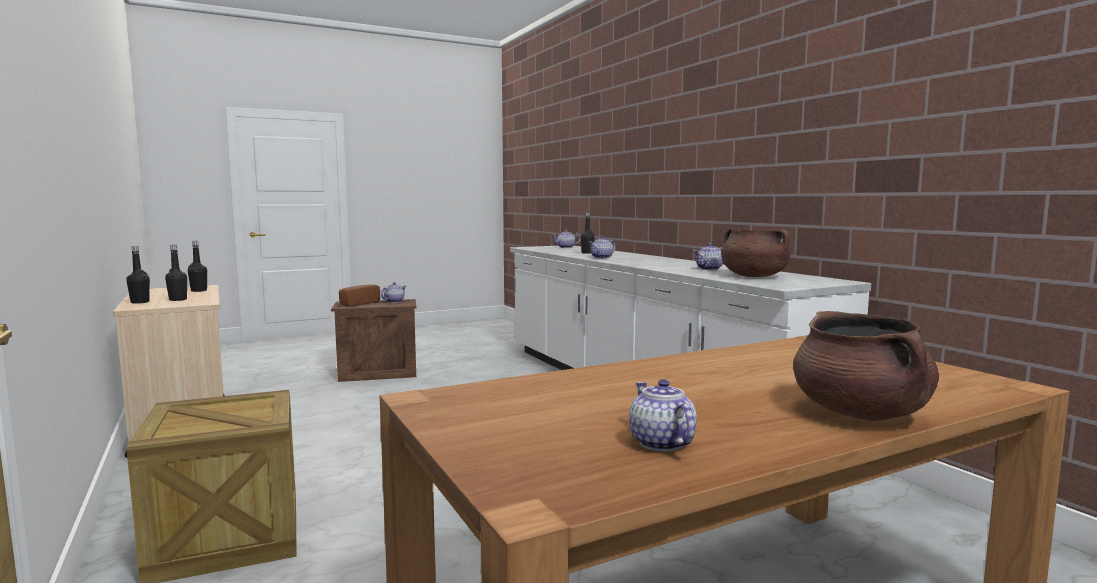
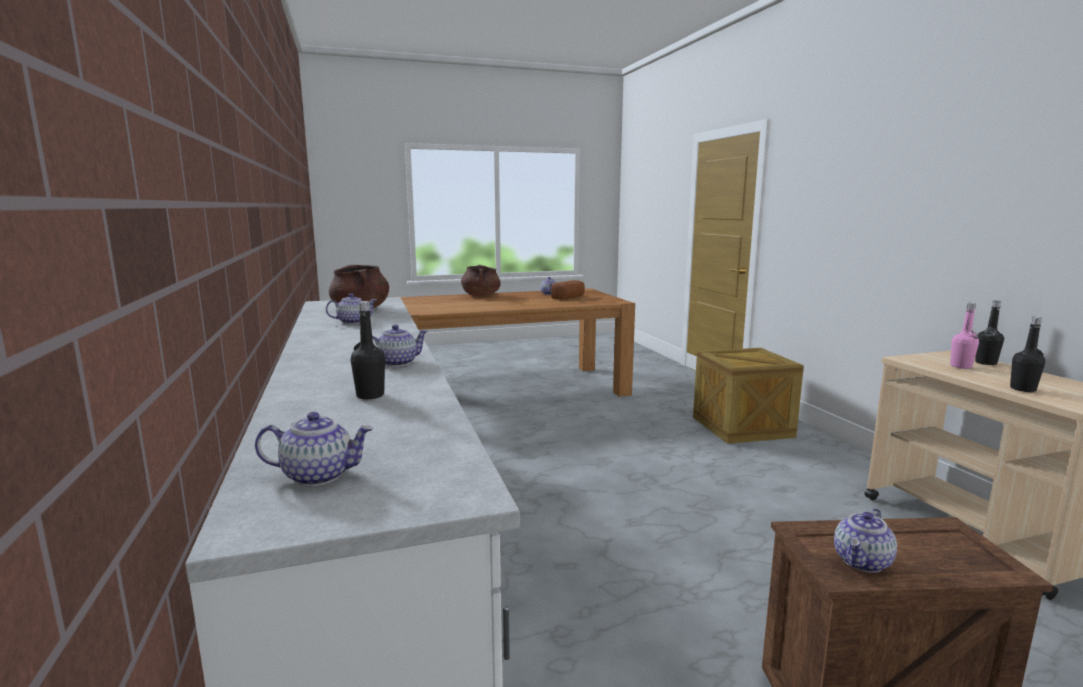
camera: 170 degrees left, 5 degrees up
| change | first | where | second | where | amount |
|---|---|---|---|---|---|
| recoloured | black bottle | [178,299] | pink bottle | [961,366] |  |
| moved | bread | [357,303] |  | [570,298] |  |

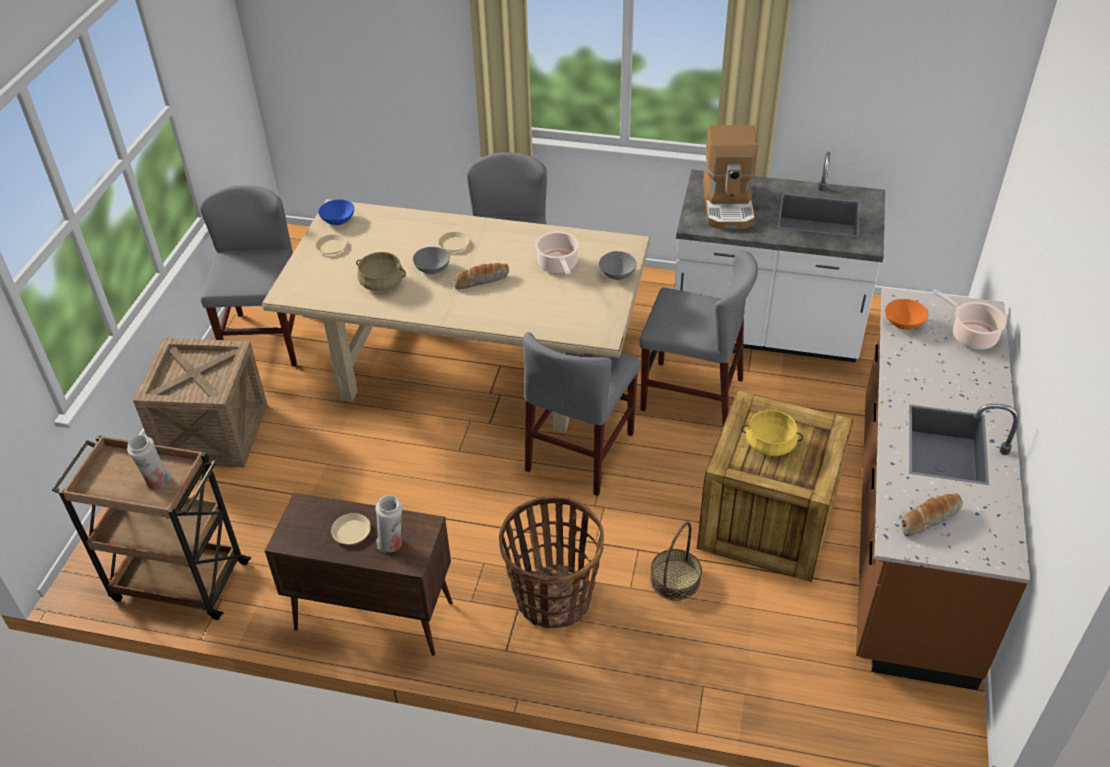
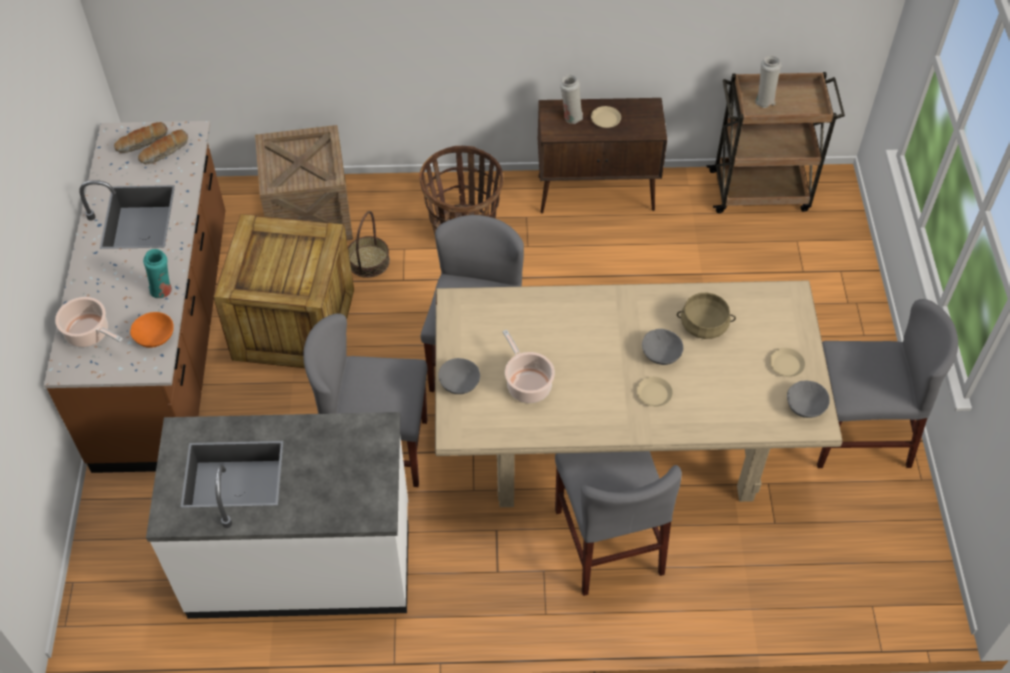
camera: 165 degrees right, 10 degrees up
| change | first | where | second | where | amount |
|---|---|---|---|---|---|
| removed | coffee machine | [729,205] |  |  |  |
| turned | grey chair | [267,339] |  | [857,434] | 75 degrees counterclockwise |
| recoloured | blue bowl | [337,220] | grey bowl | [806,406] |  |
| moved | bread | [481,280] |  | [142,143] |  |
| moved | crate | [213,433] |  | [309,214] |  |
| removed | yellow cooking pot | [770,444] |  |  |  |
| added |  |  | turquoise vase | [163,291] |  |

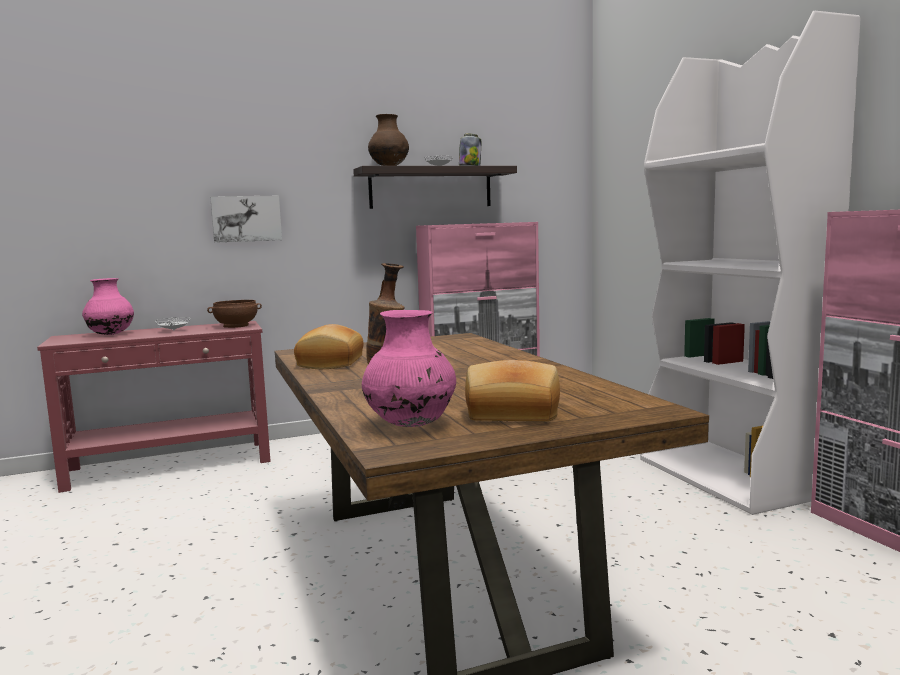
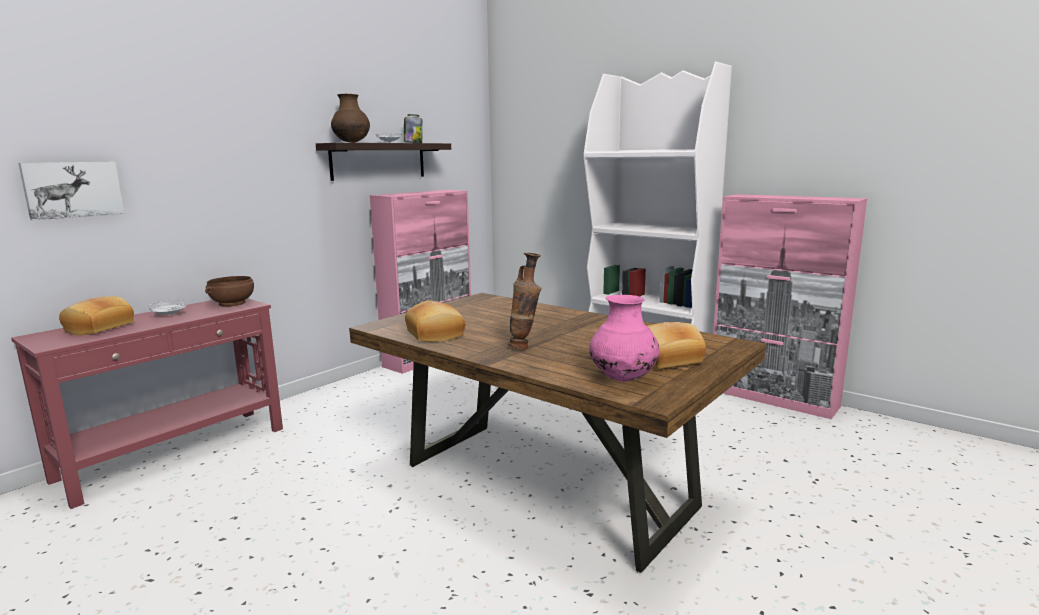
camera: 30 degrees left, 5 degrees up
| change | first | where | second | where | amount |
|---|---|---|---|---|---|
| moved | picture | [246,218] |  | [73,189] |  |
| replaced | pink vase | [111,334] | bread | [98,328] |  |

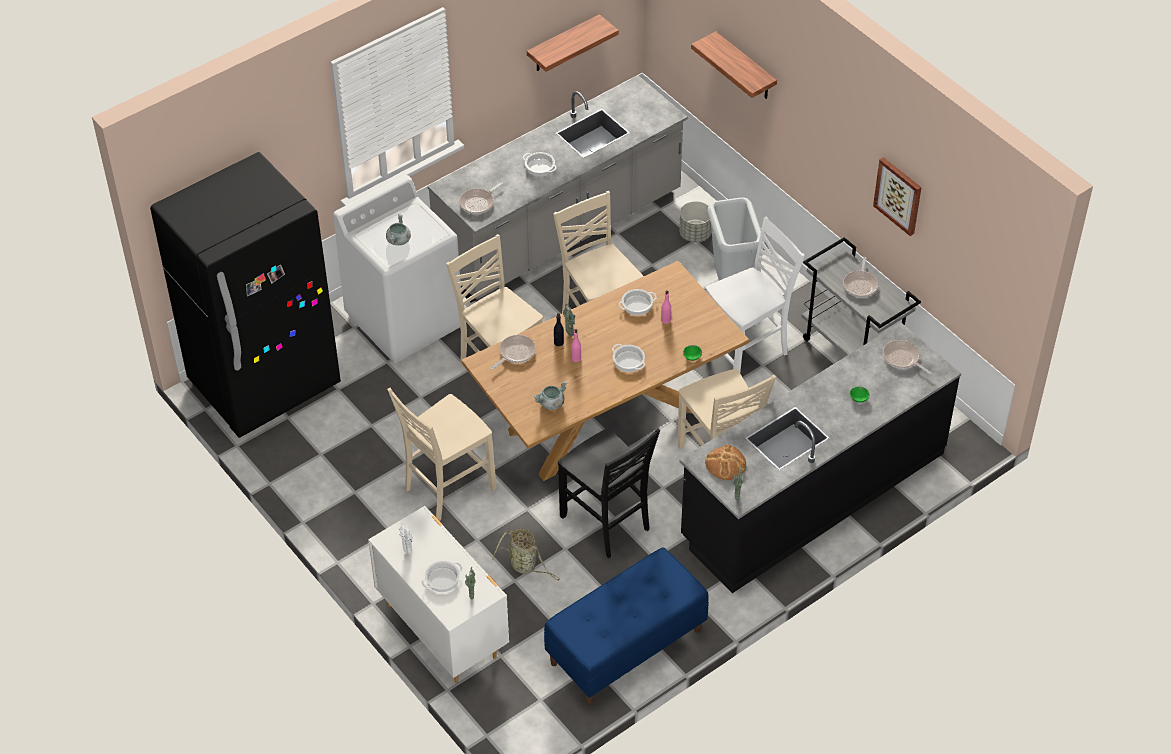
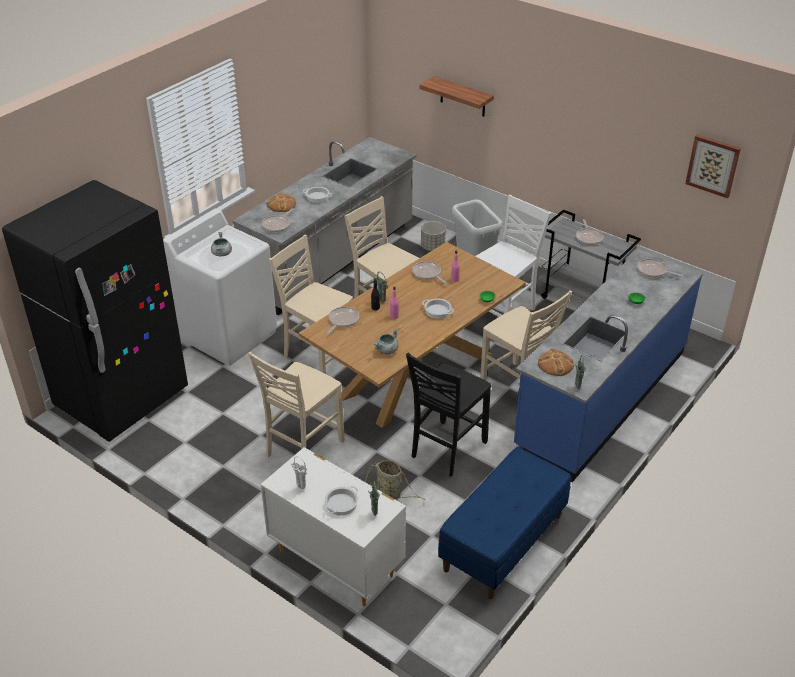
camera: 15 degrees left, 10 degrees down
| change | first | where | second | where | amount |
|---|---|---|---|---|---|
| removed | shelf | [563,44] |  |  |  |
| moved | picture | [898,195] |  | [713,165] |  |
| replaced | cooking pot | [637,305] | frying pan | [427,274] |  |
| recoloured | black counter | [812,495] | blue counter | [600,398] |  |
| turned | black chair | [606,523] |  | [446,449] | 90 degrees clockwise |
| added |  |  | bread | [281,204] |  |

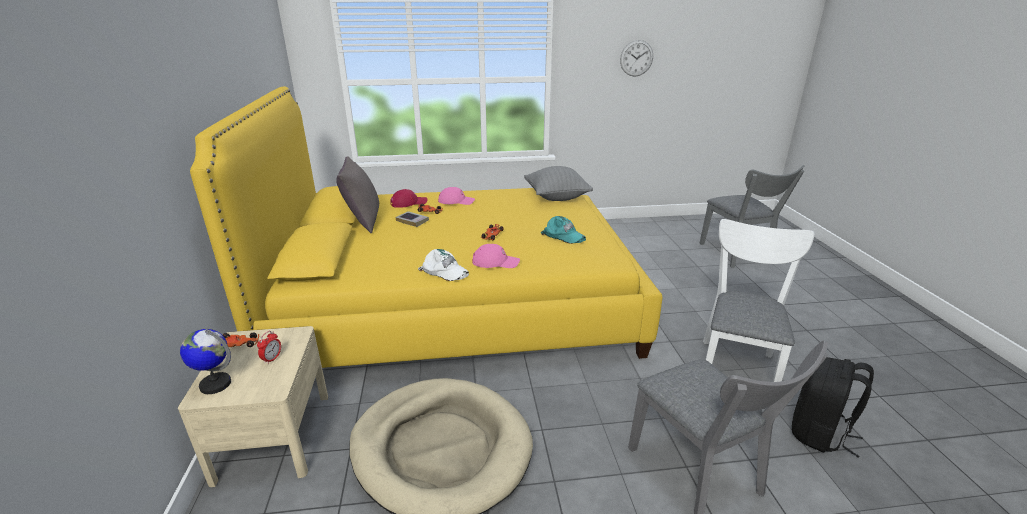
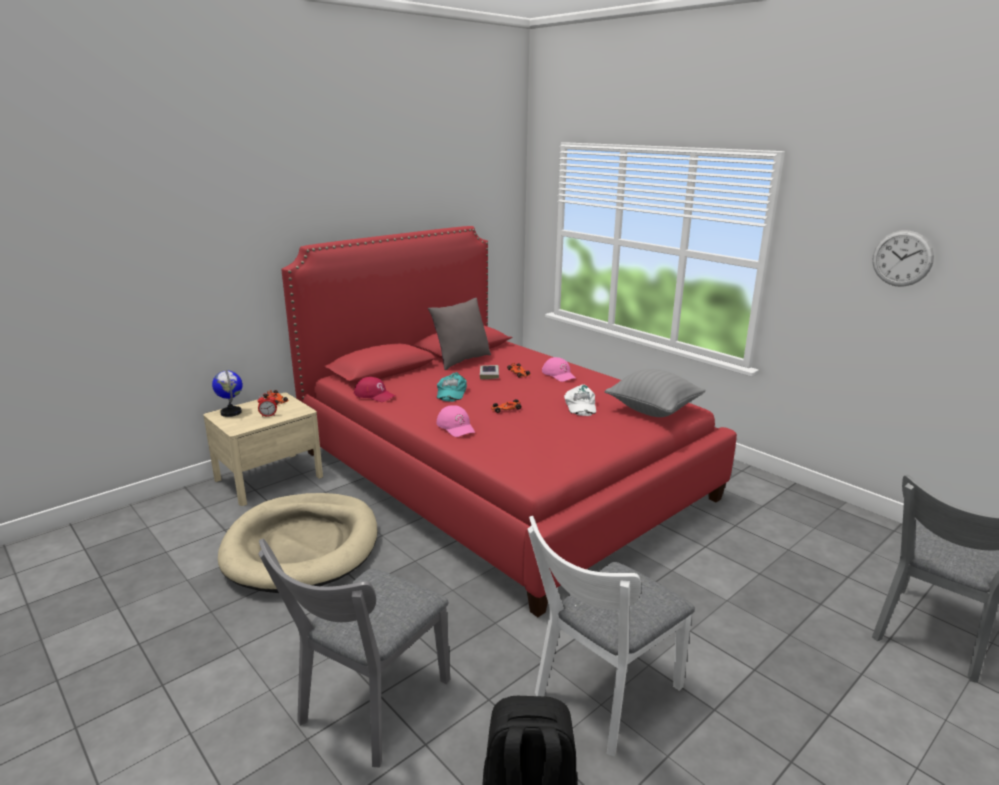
camera: 55 degrees right, 5 degrees down
| change | first | where | second | where | amount |
|---|---|---|---|---|---|
| recoloured | yellow bed | [456,302] | red bed | [500,474] |  |
| moved | red cap | [408,203] |  | [375,395] |  |
| moved | turquoise cap | [563,235] |  | [450,392] |  |
| turned | white chair | [736,366] |  | [602,697] | 150 degrees clockwise |
| moved | white cap | [444,271] |  | [580,406] |  |

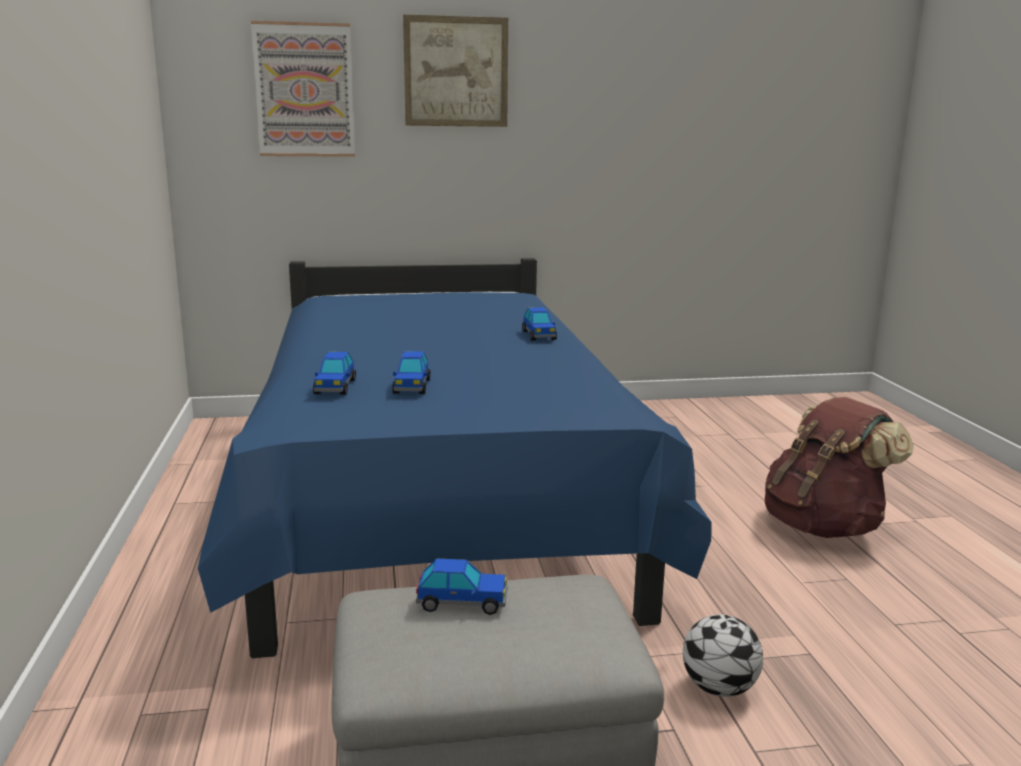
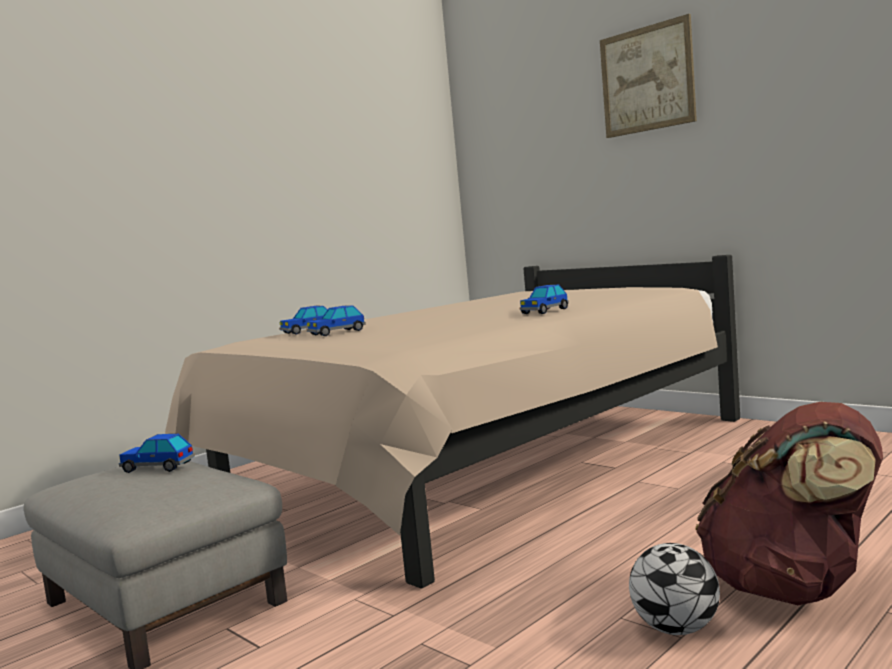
camera: 55 degrees right, 10 degrees down
| change | first | where | second | where | amount |
|---|---|---|---|---|---|
| removed | picture | [304,90] |  |  |  |
| recoloured | blue bed | [435,503] | beige bed | [488,467] |  |
| turned | toy car | [462,602] |  | [158,467] | 135 degrees clockwise |
| moved | football | [719,689] |  | [676,629] |  |

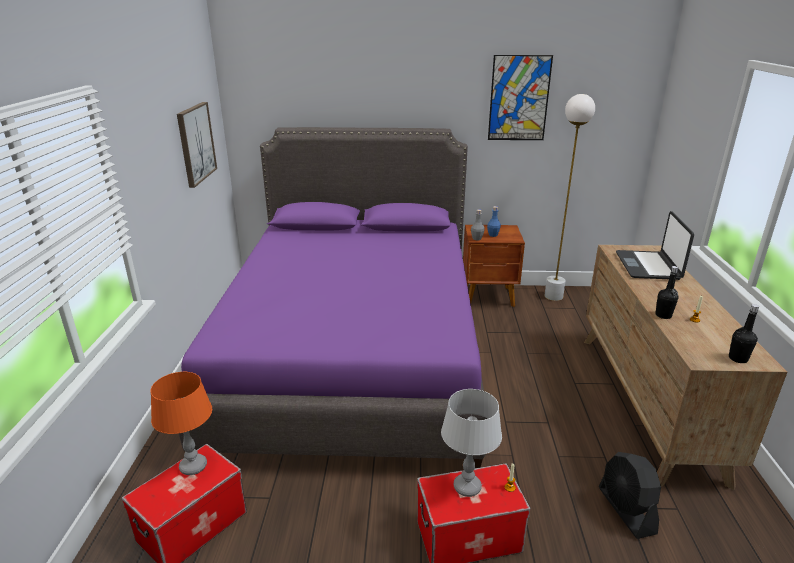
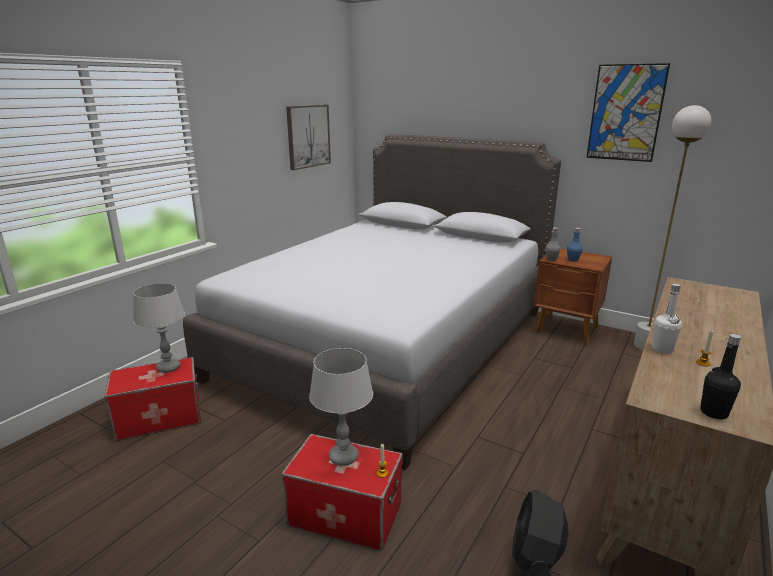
camera: 30 degrees right, 5 degrees down
| change | first | where | second | where | amount |
|---|---|---|---|---|---|
| recoloured | purple bed | [354,355] | grey bed | [388,343] |  |
| removed | laptop | [648,266] |  |  |  |
| recoloured | black bottle | [663,315] | white bottle | [662,349] |  |
| recoloured | orange table lamp | [193,466] | grey table lamp | [168,368] |  |

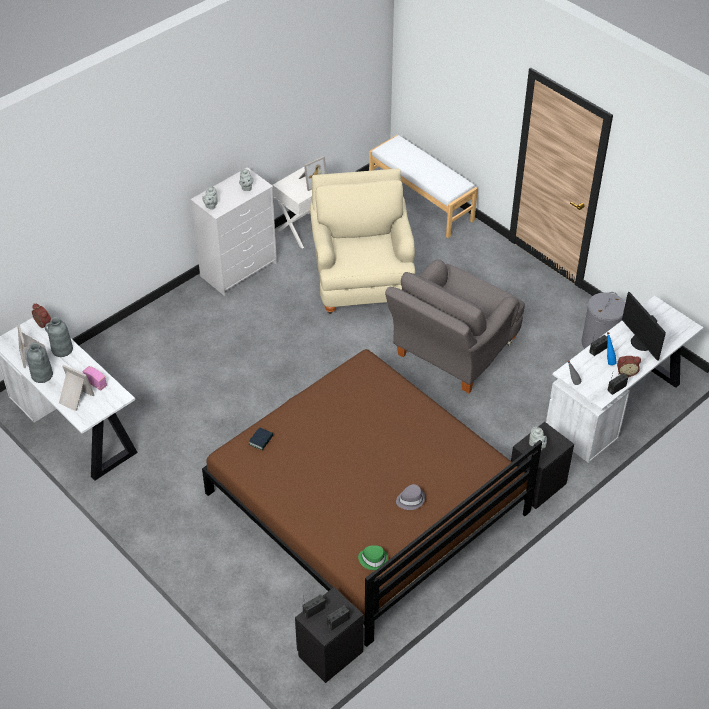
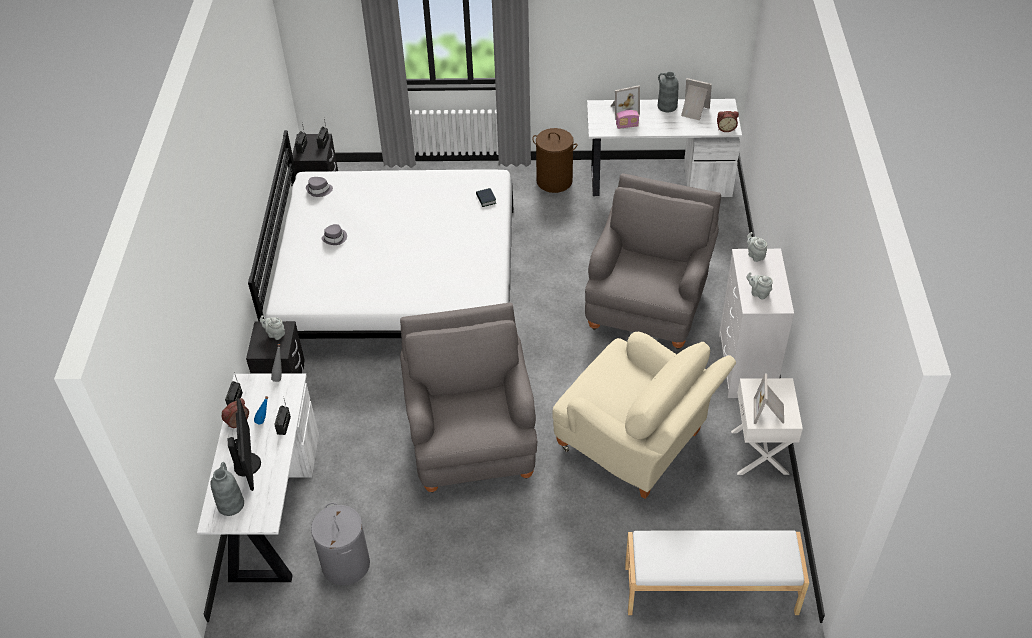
camera: 135 degrees right, 0 degrees up
| change | first | where | second | where | amount |
|---|---|---|---|---|---|
| turned | monitor | [641,343] |  | [248,464] | 60 degrees clockwise |
| moved | grey vase | [62,350] |  | [230,504] |  |
| recoloured | brown bed | [367,503] | white bed | [398,279] |  |
| recoloured | green hat | [373,559] | grey hat | [319,190] |  |
| added |  |  | brown laundry basket | [554,181] |  |
| added |  |  | grey armchair | [648,304] |  |

